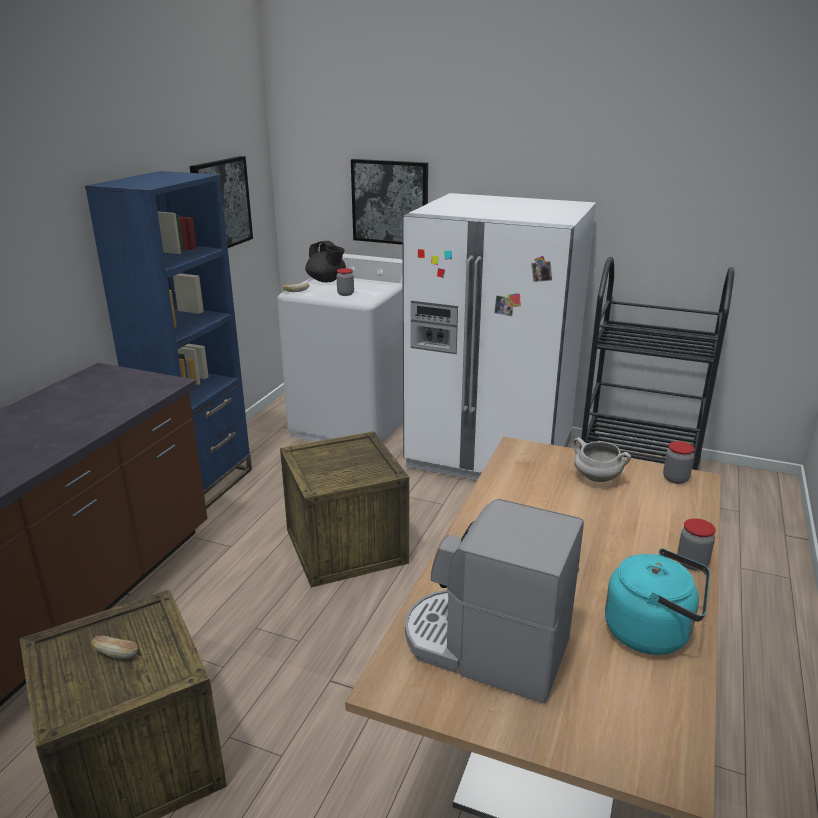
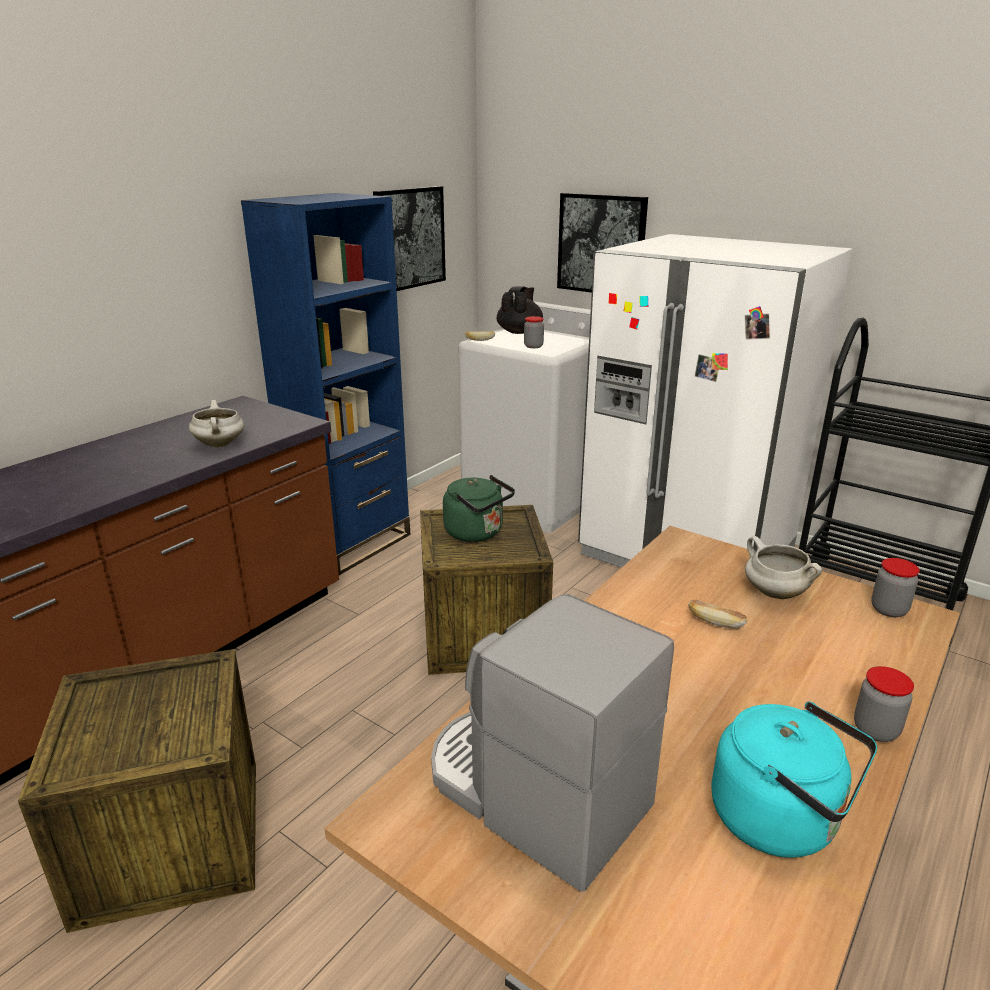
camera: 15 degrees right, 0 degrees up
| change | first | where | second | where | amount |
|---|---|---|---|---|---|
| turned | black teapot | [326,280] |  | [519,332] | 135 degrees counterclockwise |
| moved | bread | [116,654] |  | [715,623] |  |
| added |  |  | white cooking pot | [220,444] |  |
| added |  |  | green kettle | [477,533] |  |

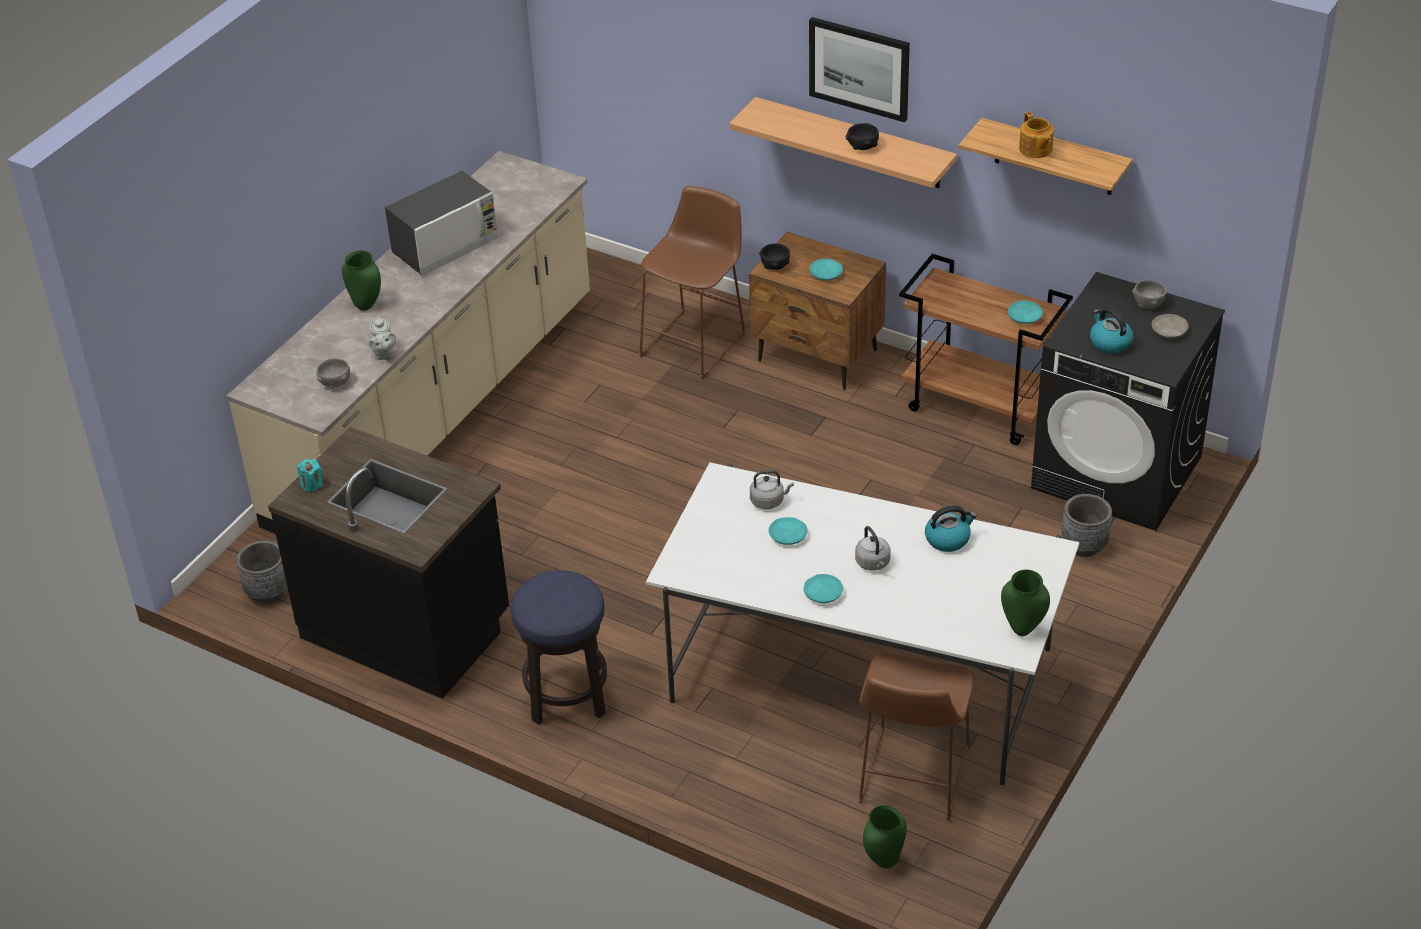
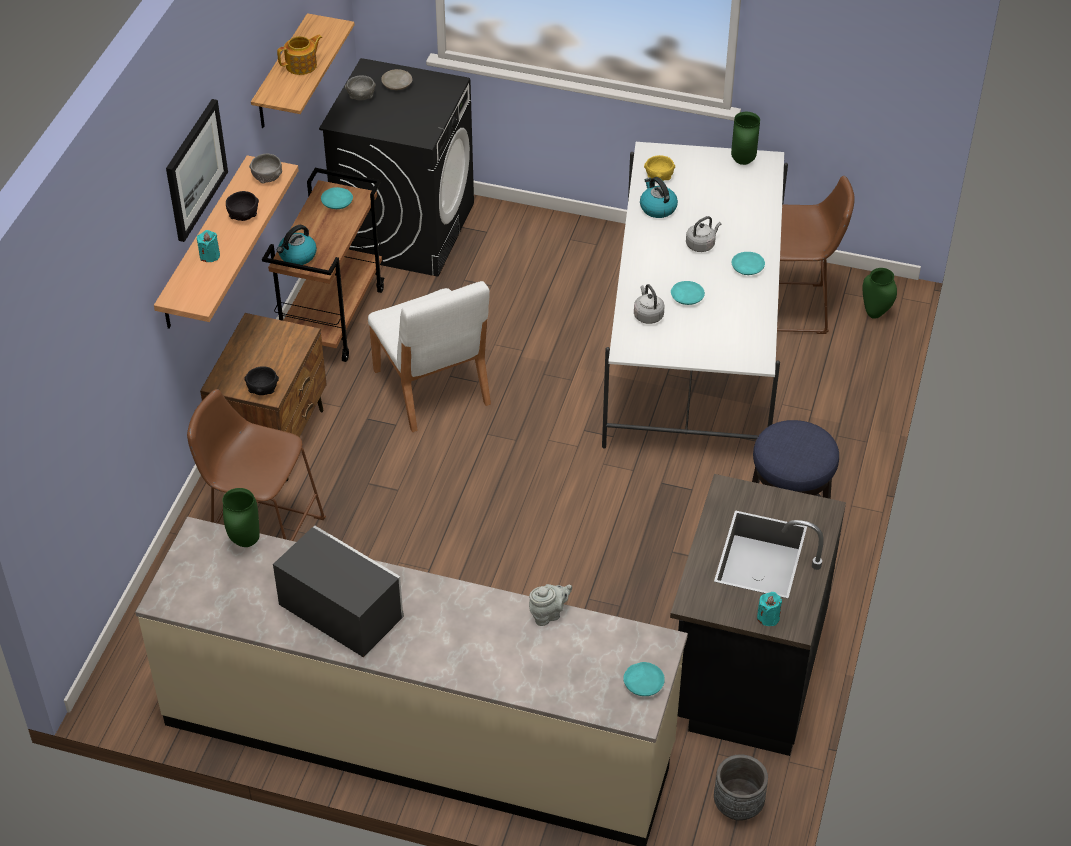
camera: 105 degrees left, 5 degrees up
| change | first | where | second | where | amount |
|---|---|---|---|---|---|
| moved | green vase | [365,306] |  | [246,542] |  |
| moved | turquoise plate | [826,274] |  | [643,683] |  |
| moved | kettle | [1109,342] |  | [297,256] |  |
| moved | grey bowl | [335,383] |  | [267,177] |  |
| removed | grey planter | [1084,545] |  |  |  |
| added |  |  | yellow bowl | [659,177] |  |
| added |  |  | turquoise candle | [209,255] |  |
| added |  |  | white chair | [431,388] |  |

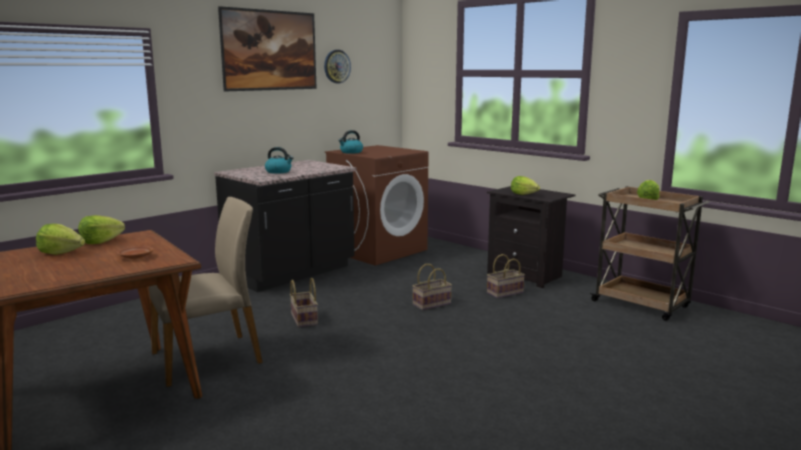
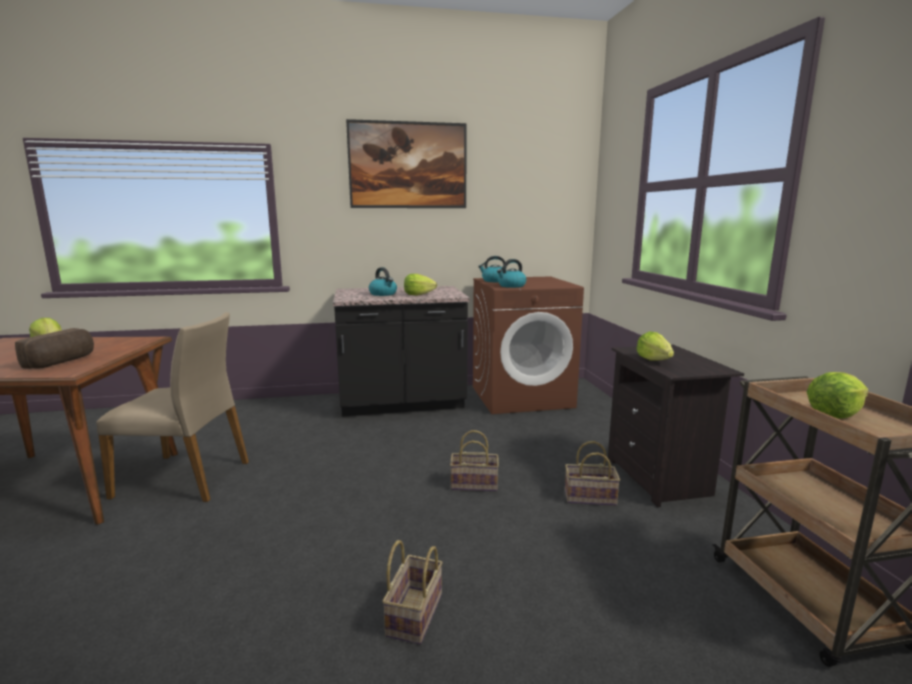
camera: 35 degrees right, 0 degrees up
| change | first | where | second | where | amount |
|---|---|---|---|---|---|
| removed | wall clock | [337,66] |  |  |  |
| moved | lettuce | [100,242] |  | [418,294] |  |
| replaced | brown plate | [135,257] | bread | [62,362] |  |
| moved | basket | [303,319] |  | [414,613] |  |
| added |  |  | kettle | [511,286] |  |

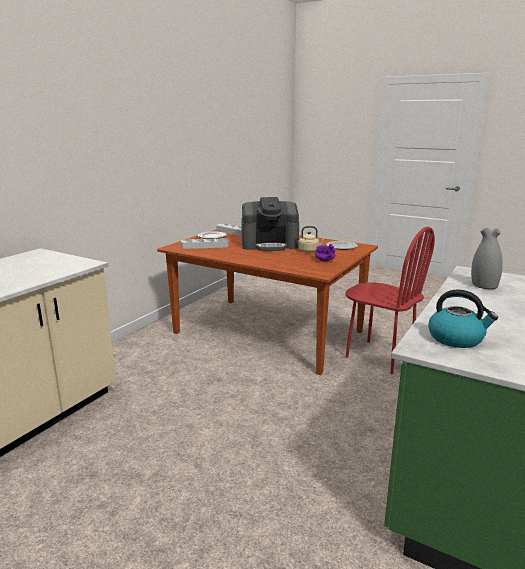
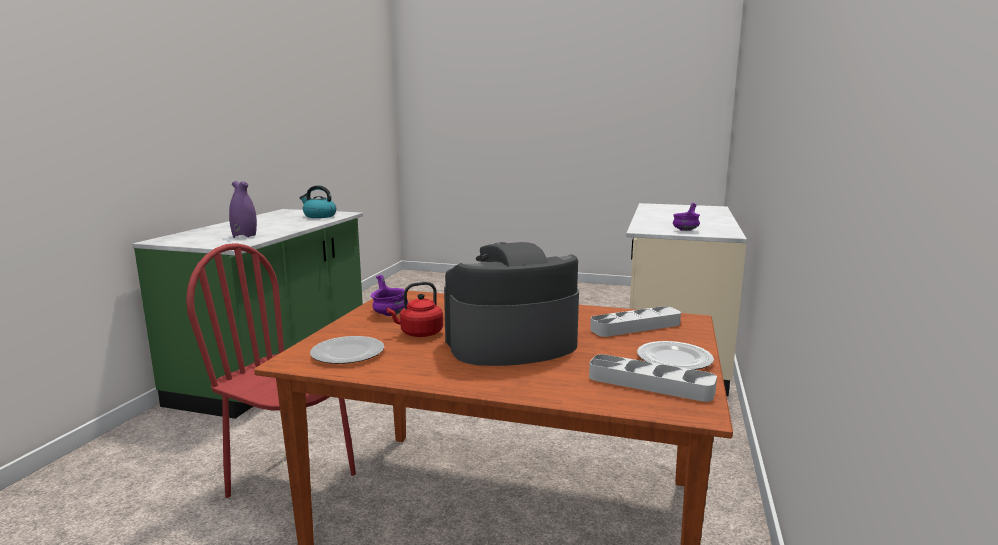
camera: 165 degrees right, 5 degrees down
| change | first | where | second | where | amount |
|---|---|---|---|---|---|
| recoloured | beige kettle | [310,251] | red kettle | [419,333] |  |
| recoloured | grey vase | [483,285] | purple vase | [244,236] |  |
| added |  |  | purple bowl | [685,230] |  |

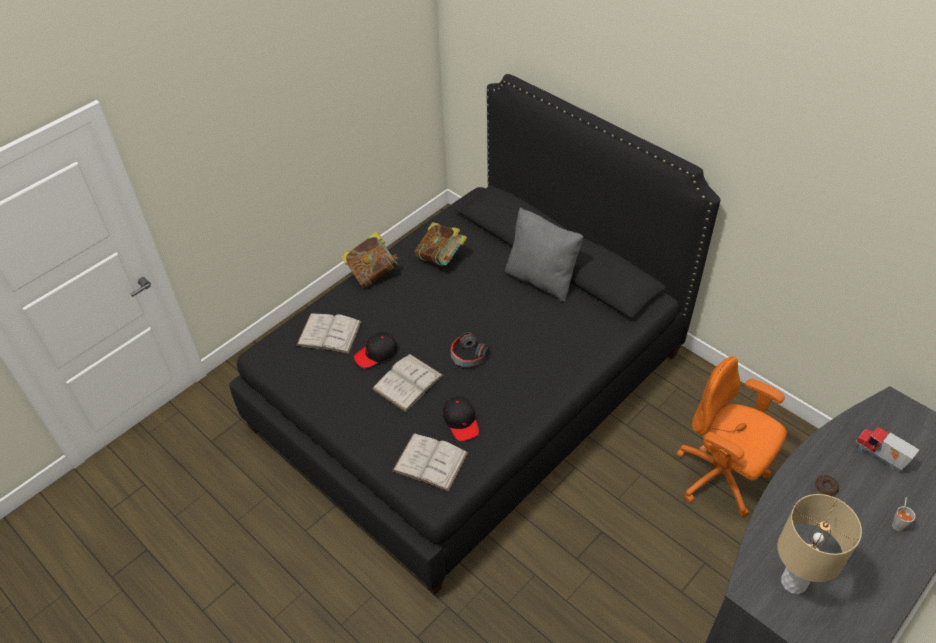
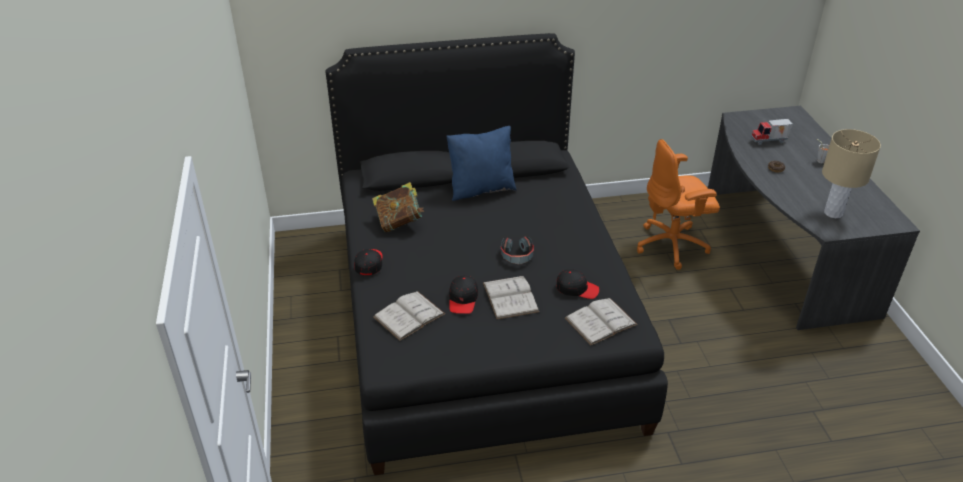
camera: 55 degrees left, 10 degrees down
| change | first | where | second | where | amount |
|---|---|---|---|---|---|
| recoloured | grey pillow | [541,279] | blue pillow | [481,189] |  |
| replaced | book | [372,273] | black cap | [369,264] |  |

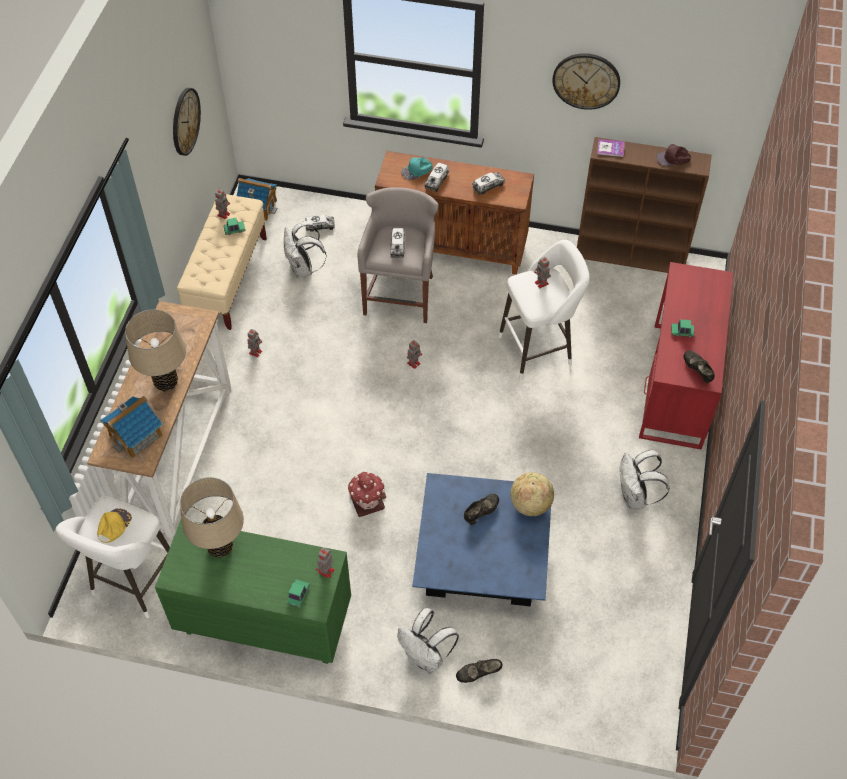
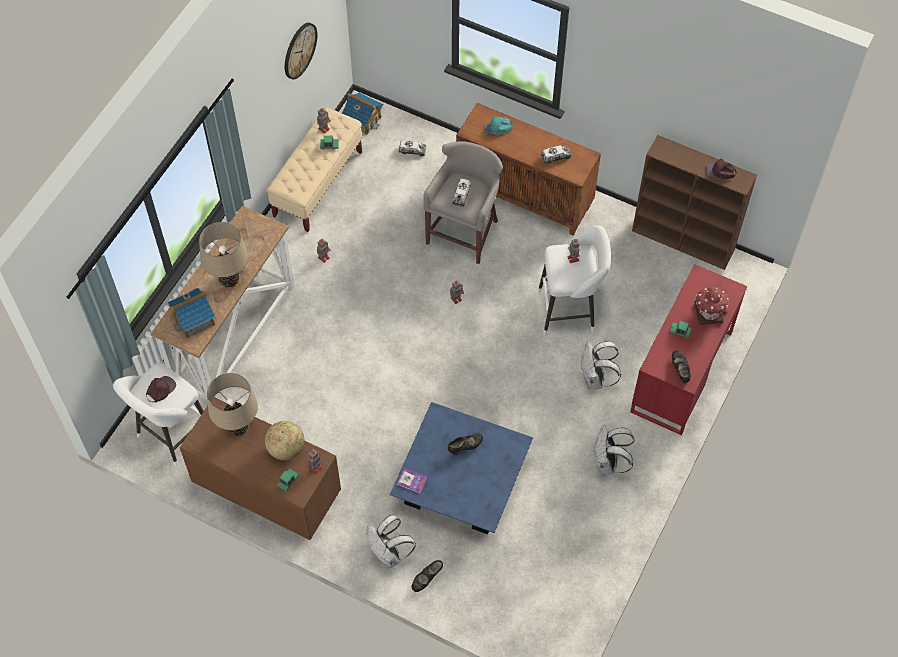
camera: 15 degrees right, 5 degrees up
| change | first | where | second | where | amount |
|---|---|---|---|---|---|
| removed | wall clock | [586,80] |  |  |  |
| moved | book | [610,149] |  | [412,481] |  |
| removed | toy truck | [436,181] |  |  |  |
| moved | white backpack | [303,269] |  | [595,379] |  |
| moved | toy house | [367,500] |  | [708,312] |  |
| moved | globe | [530,504] |  | [286,448] |  |
| recoloured | yellow cap | [114,526] | brown cap | [160,390] |  |
| recoloured | green dresser | [263,621] | brown dresser | [267,492] |  |
| turned | black shoe | [478,674] |  | [427,579] | 45 degrees counterclockwise |

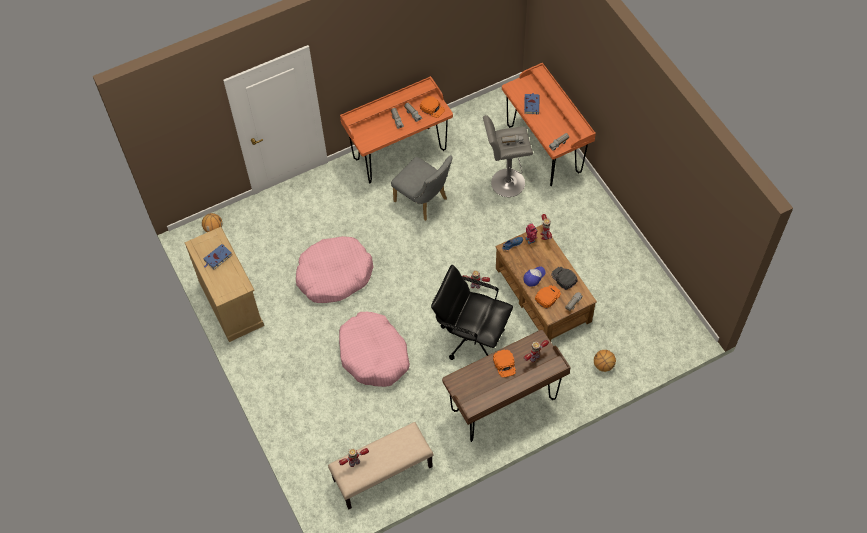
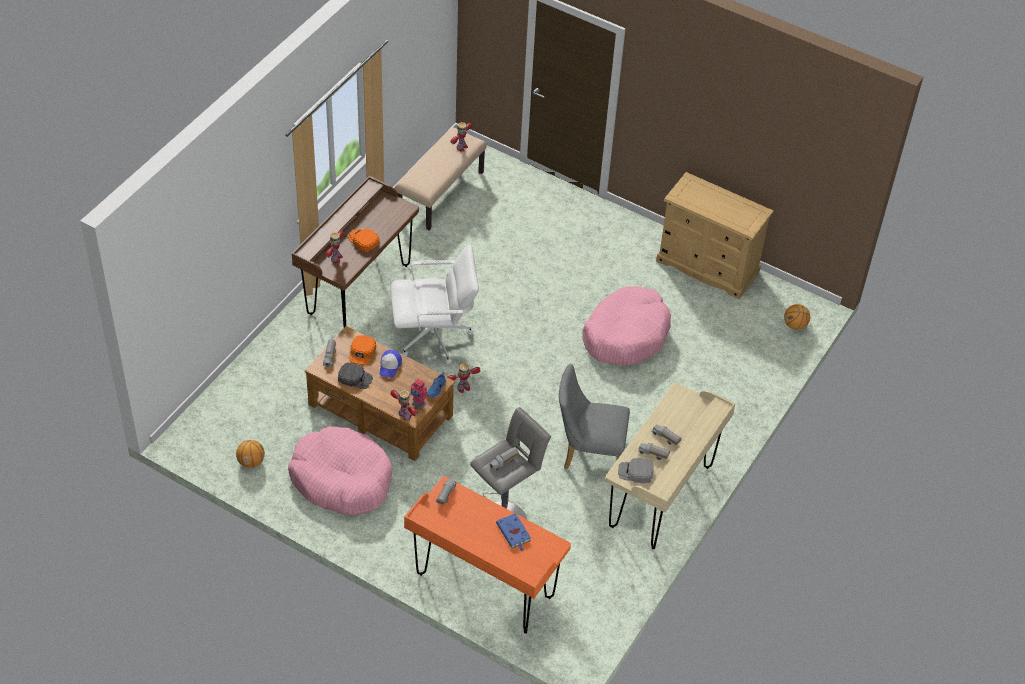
camera: 145 degrees right, 10 degrees down
| change | first | where | second | where | amount |
|---|---|---|---|---|---|
| recoloured | orange desk | [399,154] | beige desk | [661,497] |  |
| recoloured | orange cap | [432,108] | grey cap | [635,472] |  |
| removed | blue book | [217,258] |  |  |  |
| recoloured | black office chair | [471,336] | white office chair | [434,337] |  |
| moved | pink dog bed | [374,355] |  | [341,479] |  |
| moved | basketball | [603,365] |  | [251,462] |  |

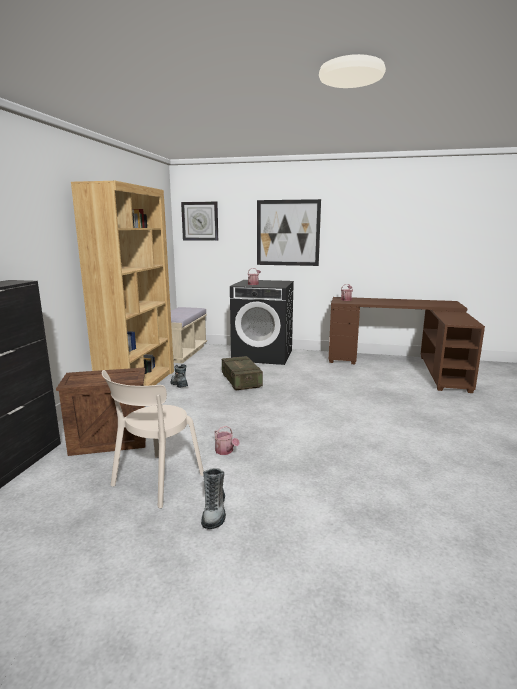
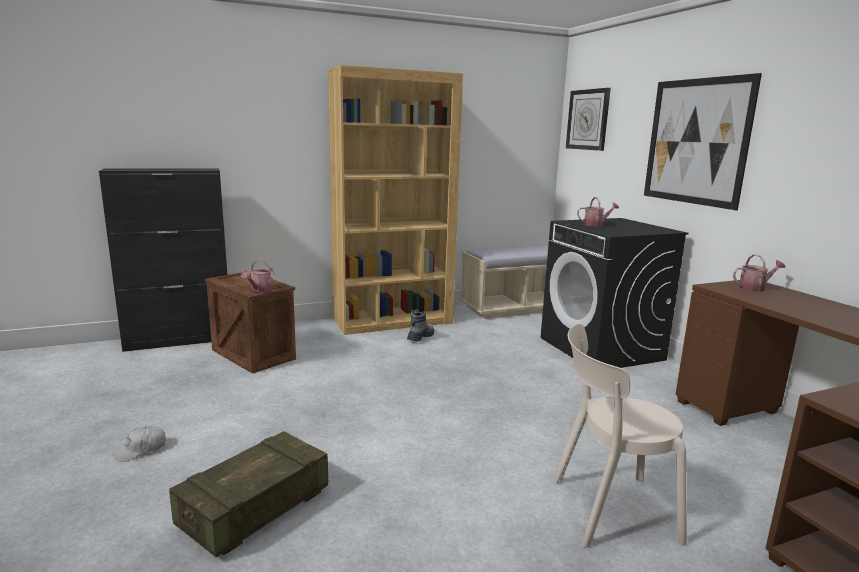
camera: 55 degrees right, 0 degrees up
| change | first | where | second | where | amount |
|---|---|---|---|---|---|
| moved | crate | [241,381] |  | [255,509] |  |
| moved | beige chair | [155,482] |  | [607,509] |  |
| moved | watering can | [225,451] |  | [259,290] |  |
| replaced | boot | [214,512] | white cap | [141,449] |  |

